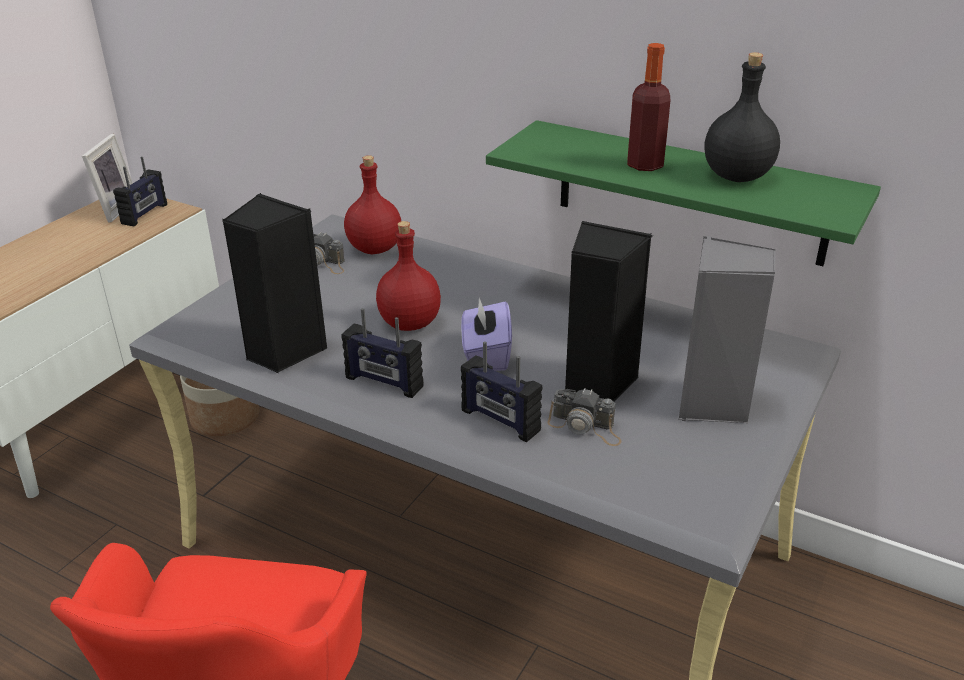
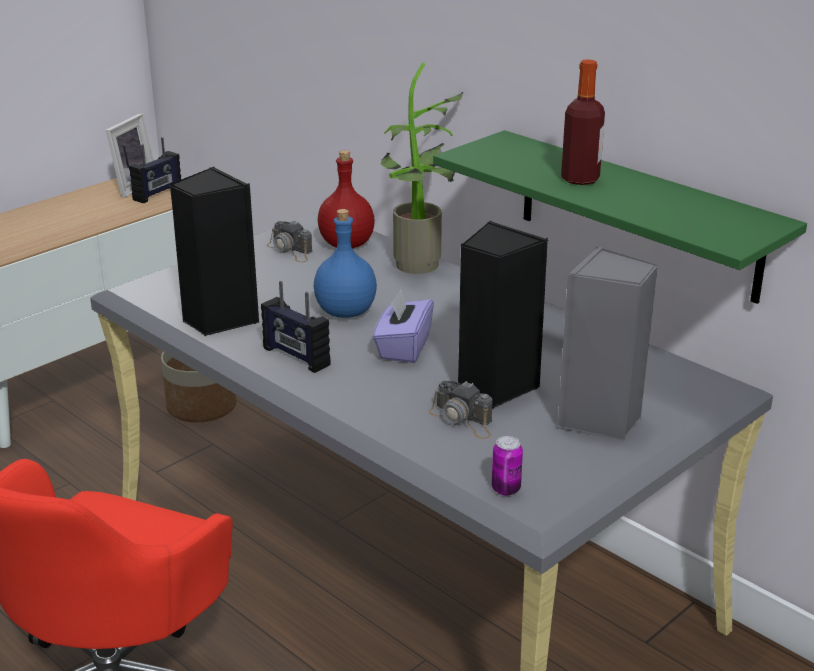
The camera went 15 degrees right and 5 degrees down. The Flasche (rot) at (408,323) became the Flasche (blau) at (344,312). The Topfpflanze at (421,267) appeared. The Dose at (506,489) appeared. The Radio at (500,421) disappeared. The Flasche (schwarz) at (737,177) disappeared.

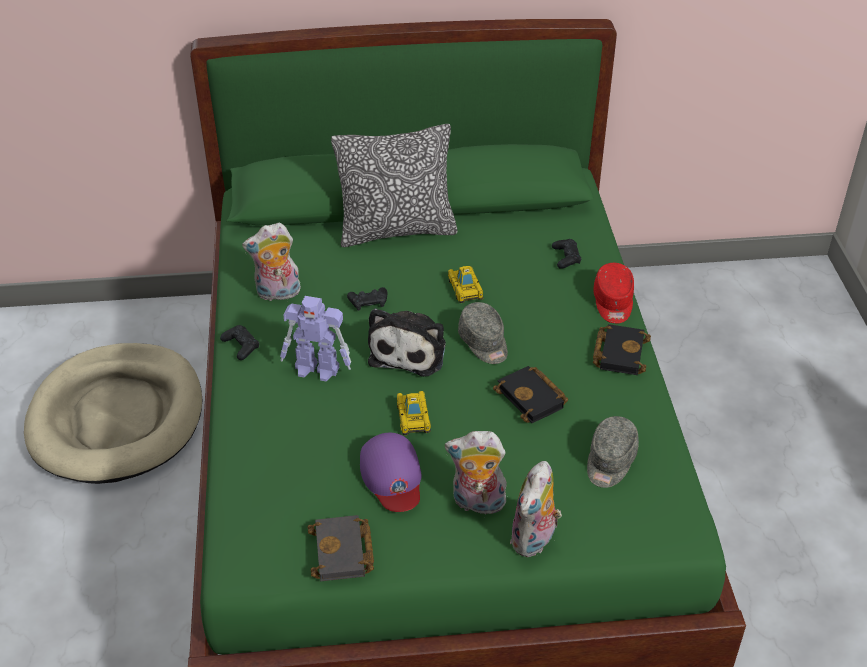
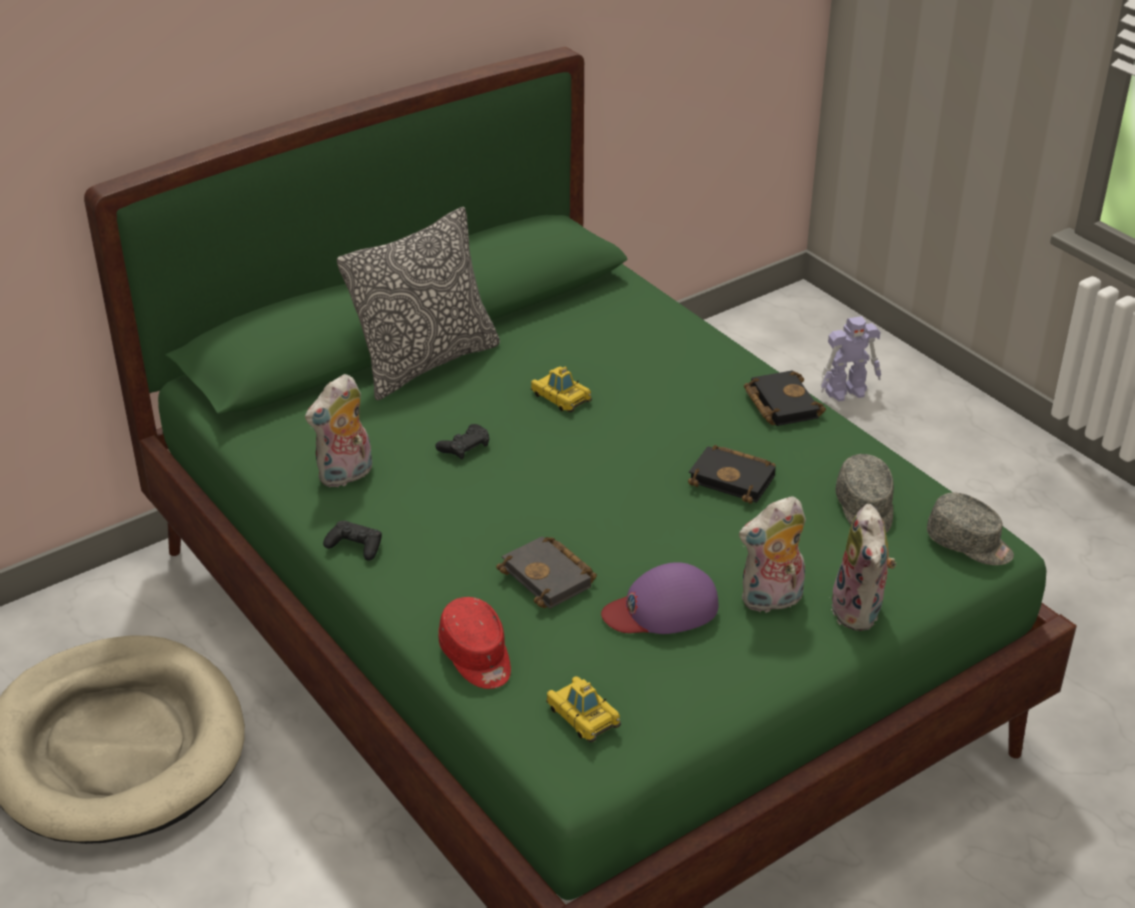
The camera went 30 degrees left and 5 degrees down. The Kappe (rot) moved from (613,303) to (477,657). The Buch (schwarz) moved from (343,553) to (550,578). The Spielzeugauto moved from (413,417) to (583,715). The Kappe (lila) at (392,476) turned 120 degrees clockwise. The Spielzeugroboter moved from (318,369) to (847,391). The Kappe (grau) moved from (484,343) to (969,544). The Plüschtier at (410,350) disappeared. The Gamepad (schwarz) at (566,257) disappeared.

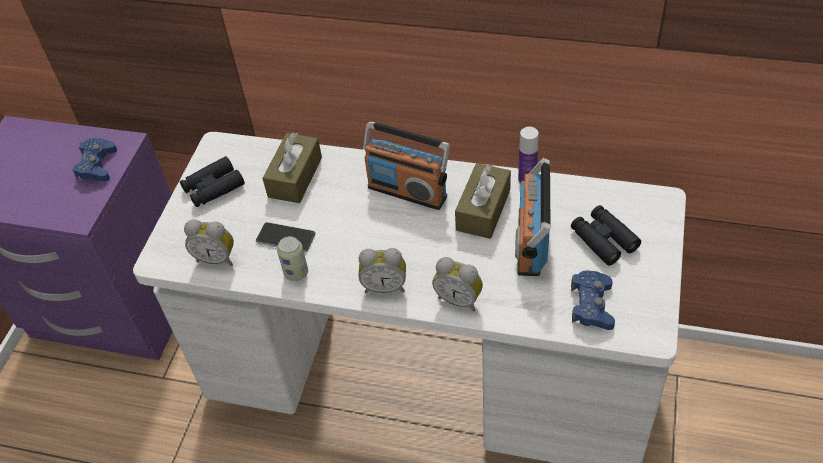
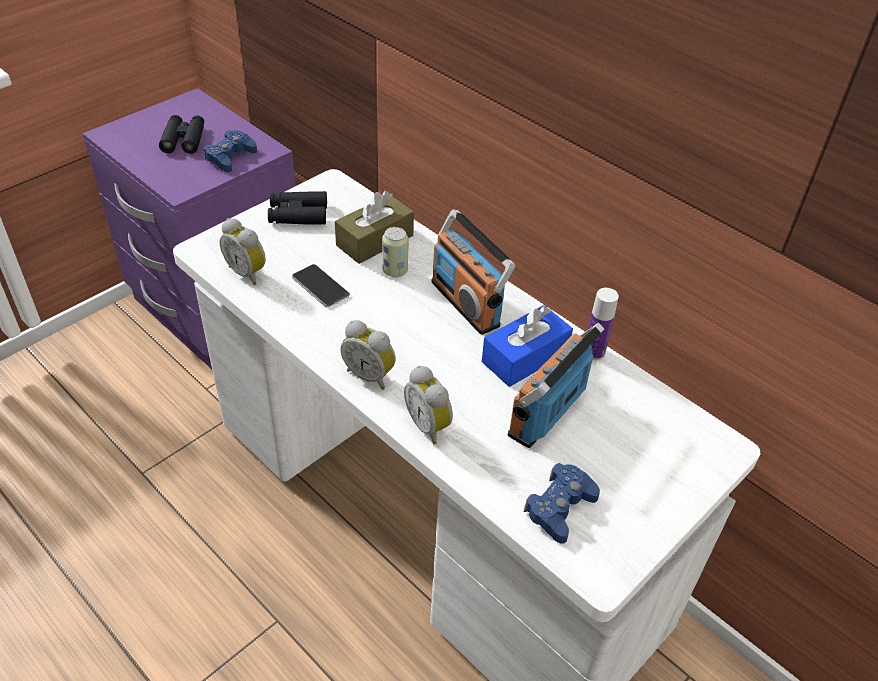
The camera went 25 degrees right and 5 degrees down. The Fernglas (schwarz) moved from (603,239) to (184,140). The Dose moved from (296,273) to (395,271). The Taschentuchbox (braun) at (483,210) became the Taschentuchbox (blau) at (525,357).

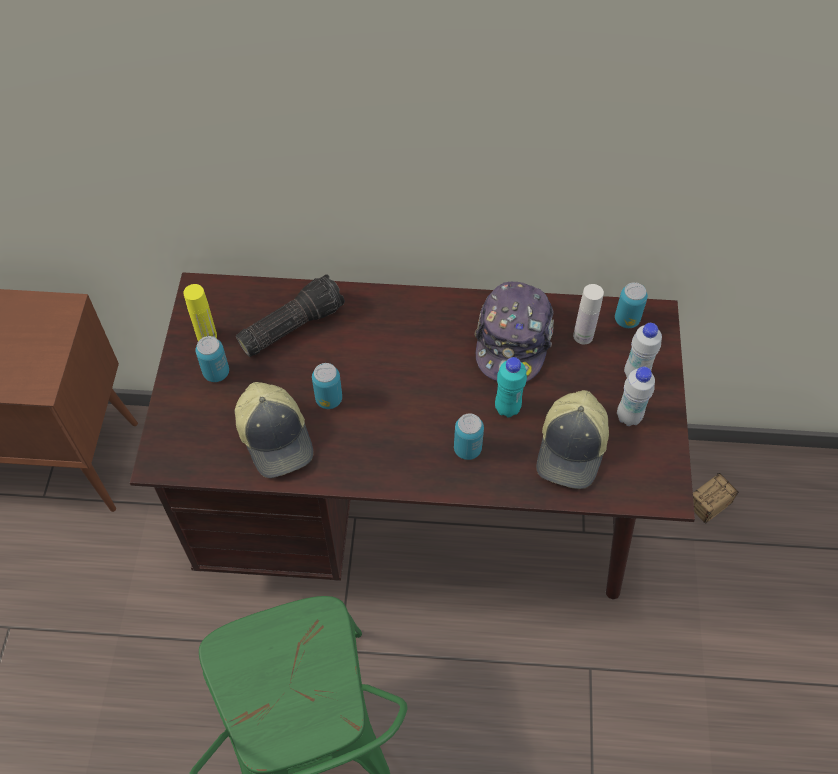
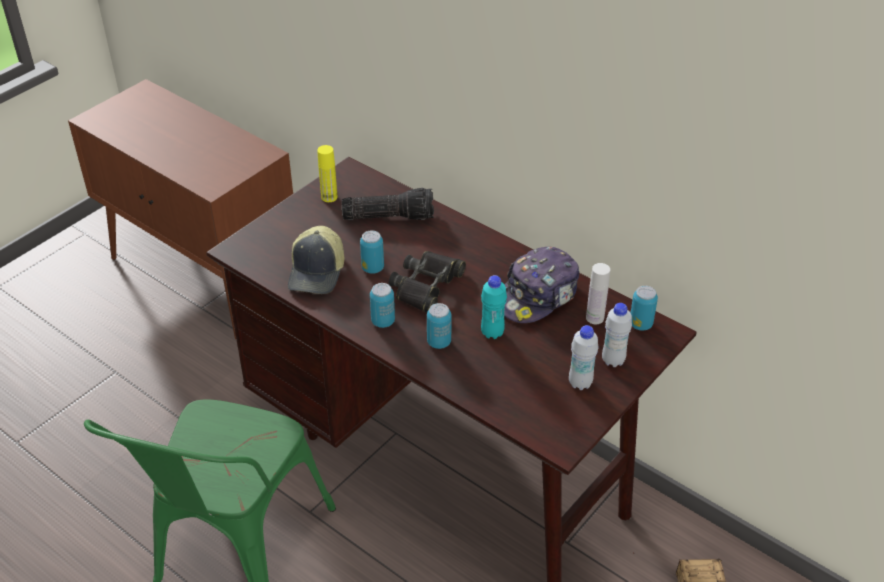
The camera went 35 degrees right and 15 degrees down. The Dose moved from (216,373) to (383,321). The Fernglas (schwarz) at (426,286) appeared. The Kappe at (572,449) disappeared.

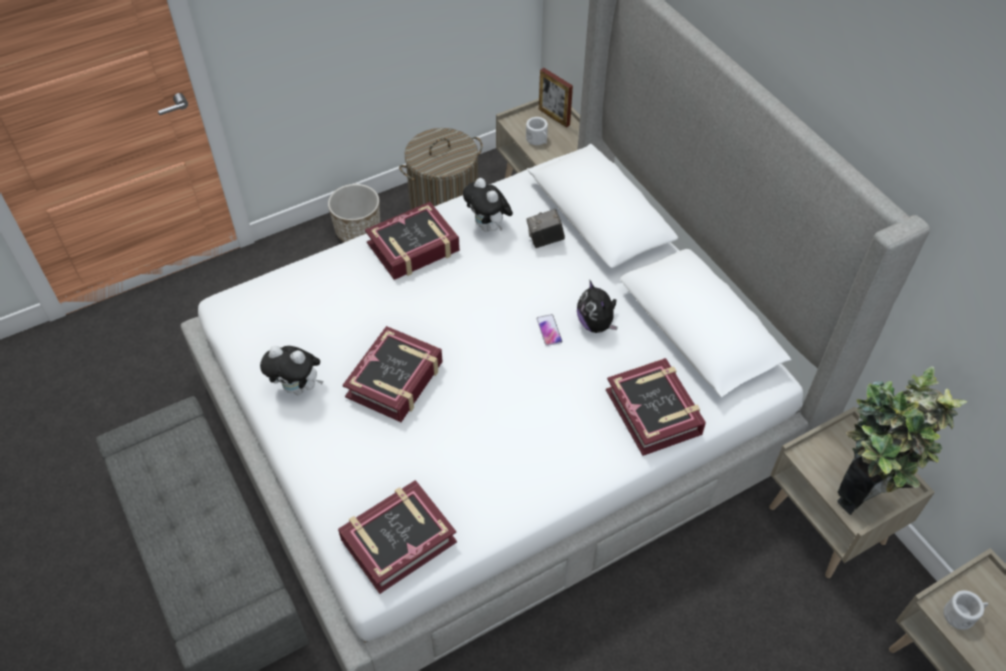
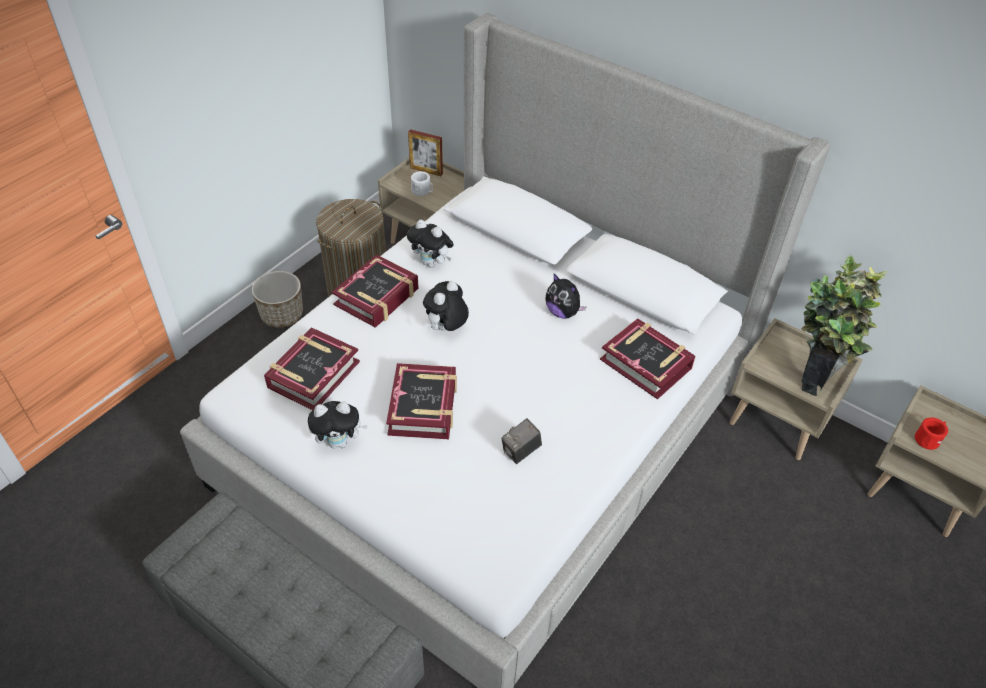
The camera went 25 degrees left and 5 degrees down. The Buch moved from (398,540) to (313,374). The Plüschtier at (446,329) appeared. The Kamera moved from (545,240) to (521,452). The Henkelbecher (weiß) at (962,615) became the Henkelbecher (rot) at (928,439). The Handy at (549,330) disappeared.

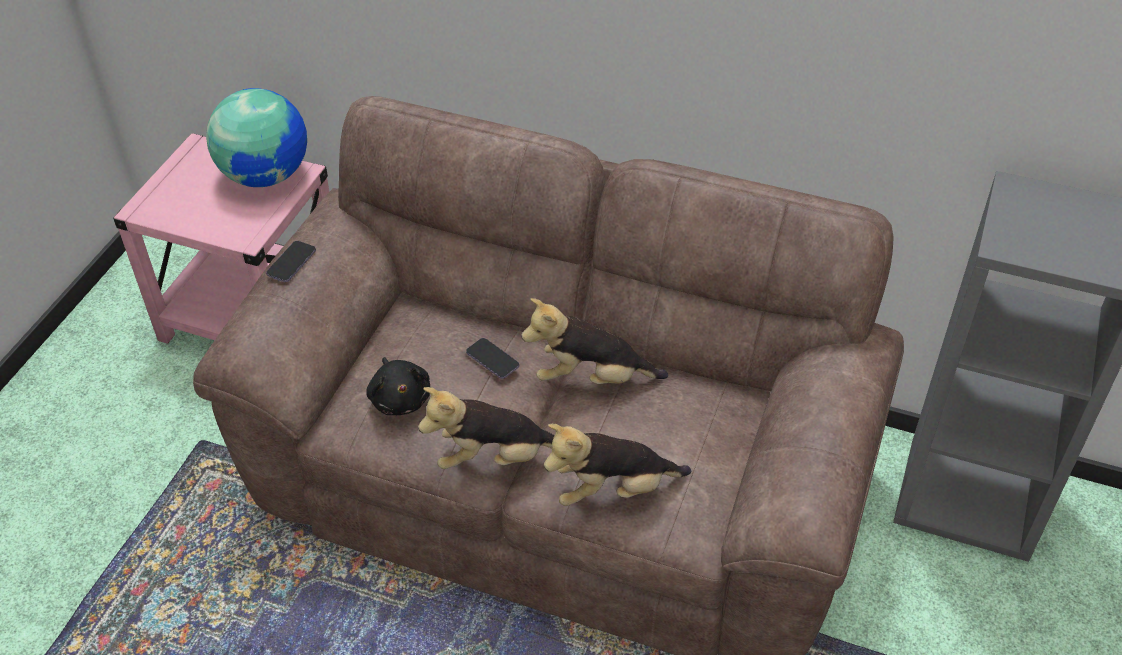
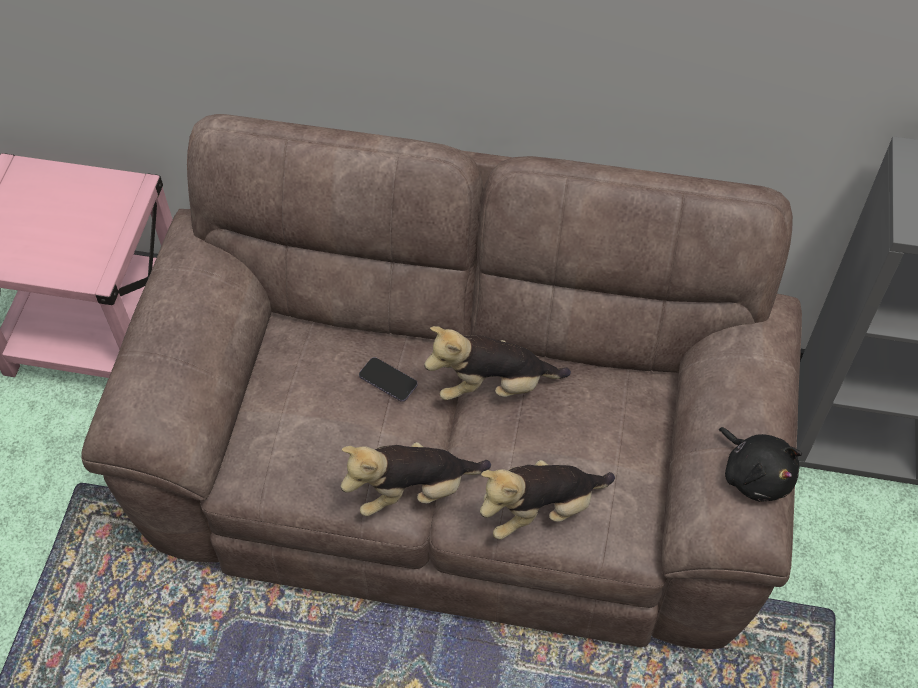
The camera went 10 degrees left and 10 degrees up. The Plüschtier (schwarz) moved from (400,398) to (755,474). The Globus at (266,175) disappeared. The Handy at (291,263) disappeared.

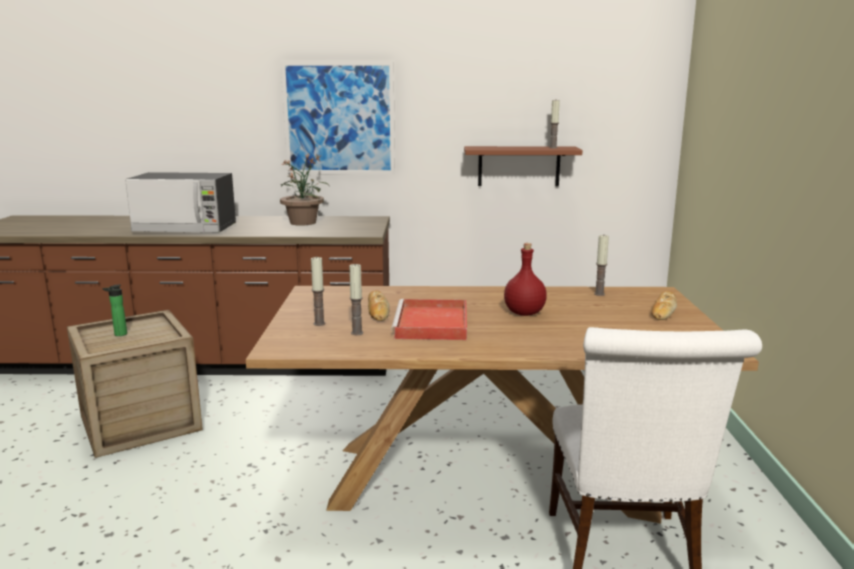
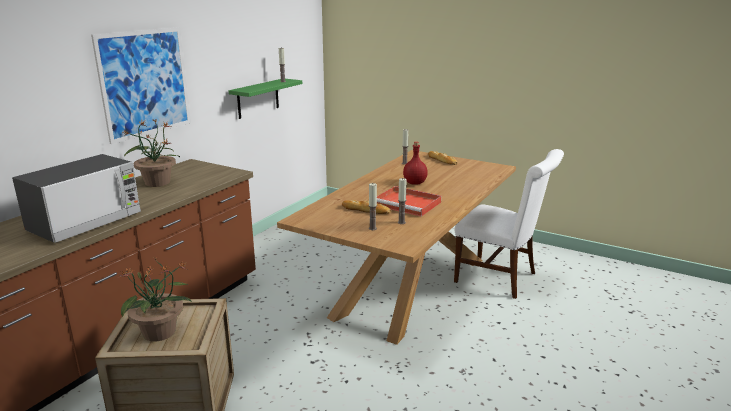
The camera went 60 degrees left and 5 degrees up. The Flasche at (118,334) was replaced by the Topfpflanze at (160,332). The Wandregal (braun) at (519,166) became the Wandregal (grün) at (258,98).

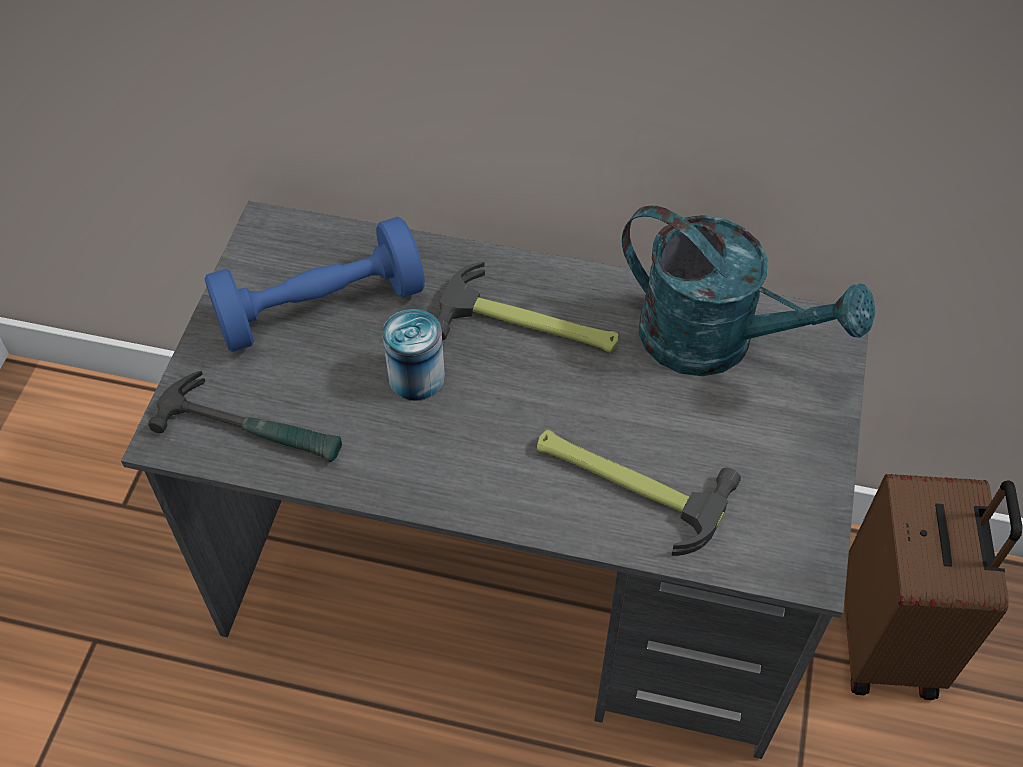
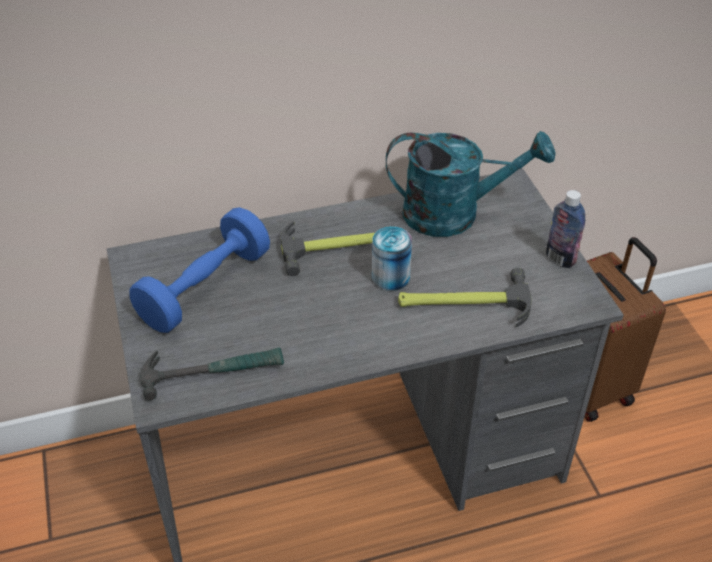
The camera went 30 degrees left and 10 degrees down. The Dose moved from (416,377) to (390,277). The Flasche at (560,259) appeared.

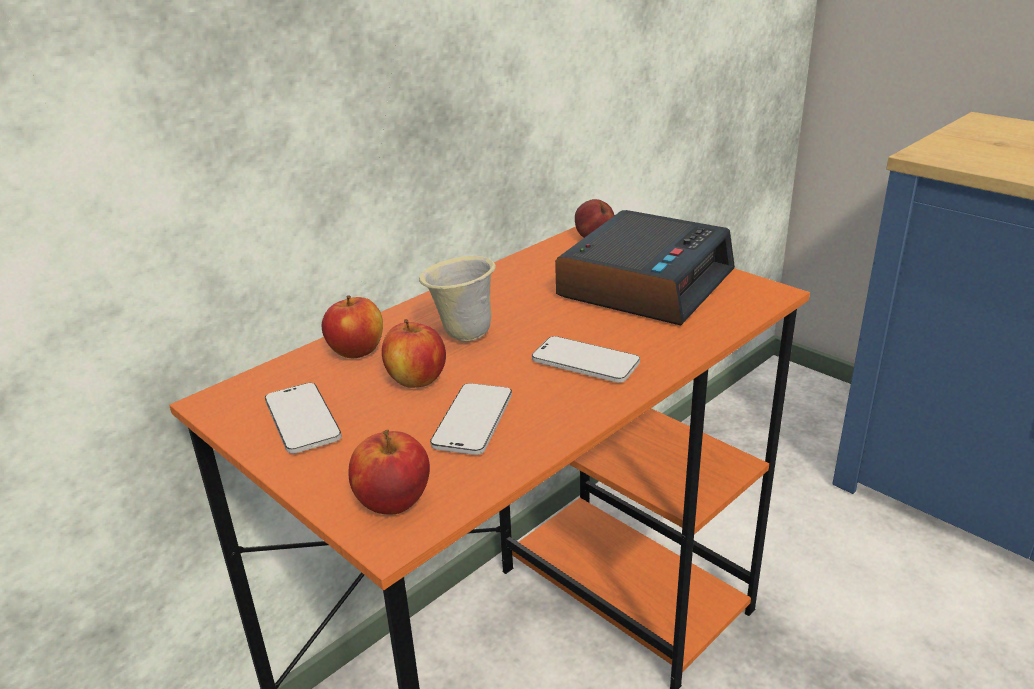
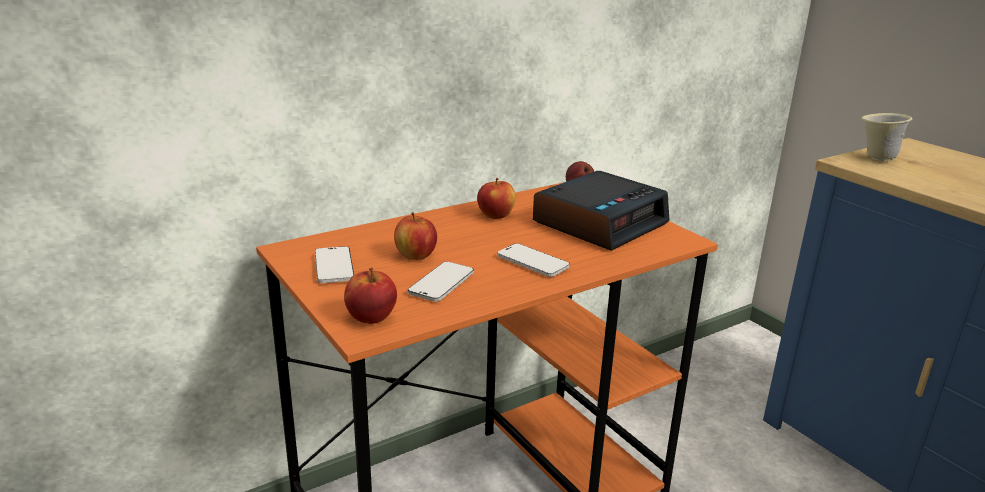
The camera went 10 degrees right and 5 degrees down. The Apfel moved from (357,351) to (496,216). The Henkelbecher (beige) moved from (462,334) to (876,158).

